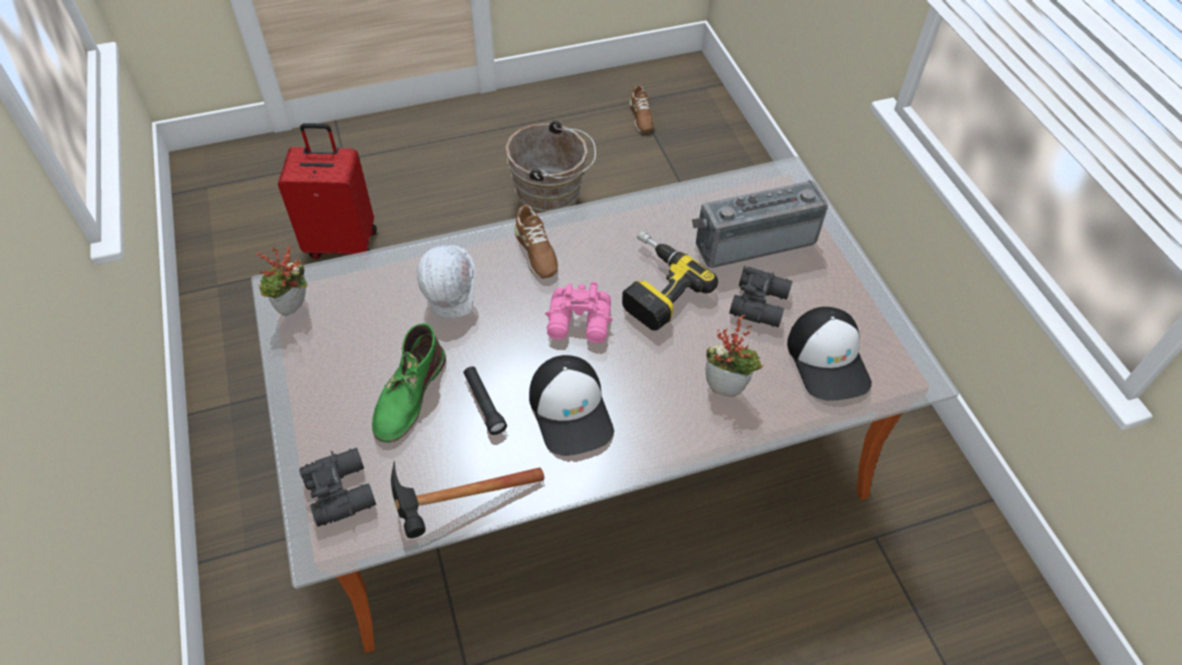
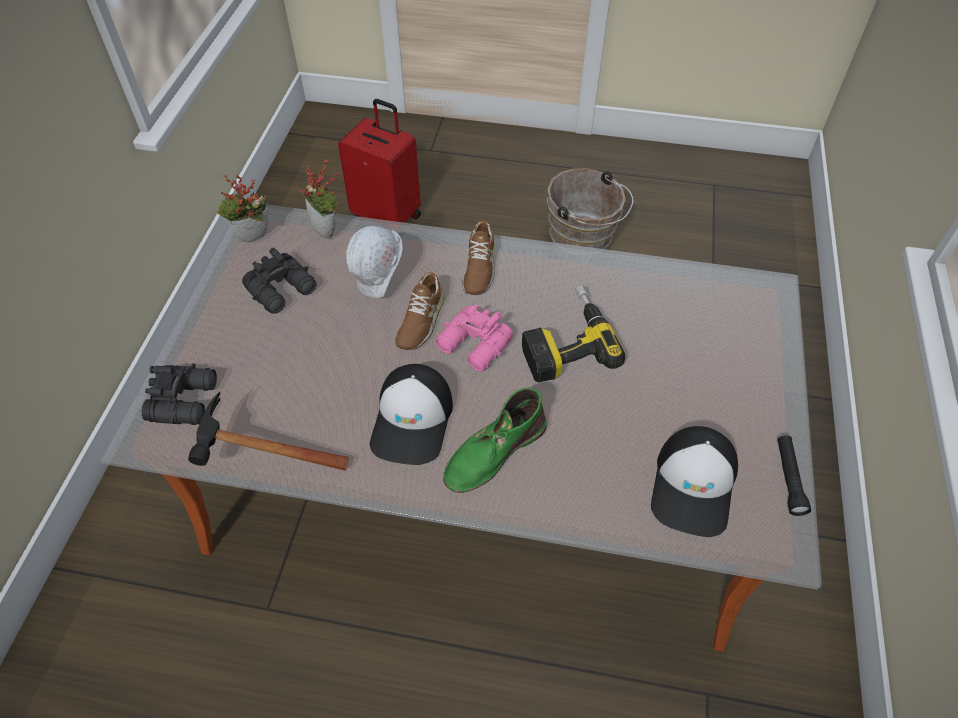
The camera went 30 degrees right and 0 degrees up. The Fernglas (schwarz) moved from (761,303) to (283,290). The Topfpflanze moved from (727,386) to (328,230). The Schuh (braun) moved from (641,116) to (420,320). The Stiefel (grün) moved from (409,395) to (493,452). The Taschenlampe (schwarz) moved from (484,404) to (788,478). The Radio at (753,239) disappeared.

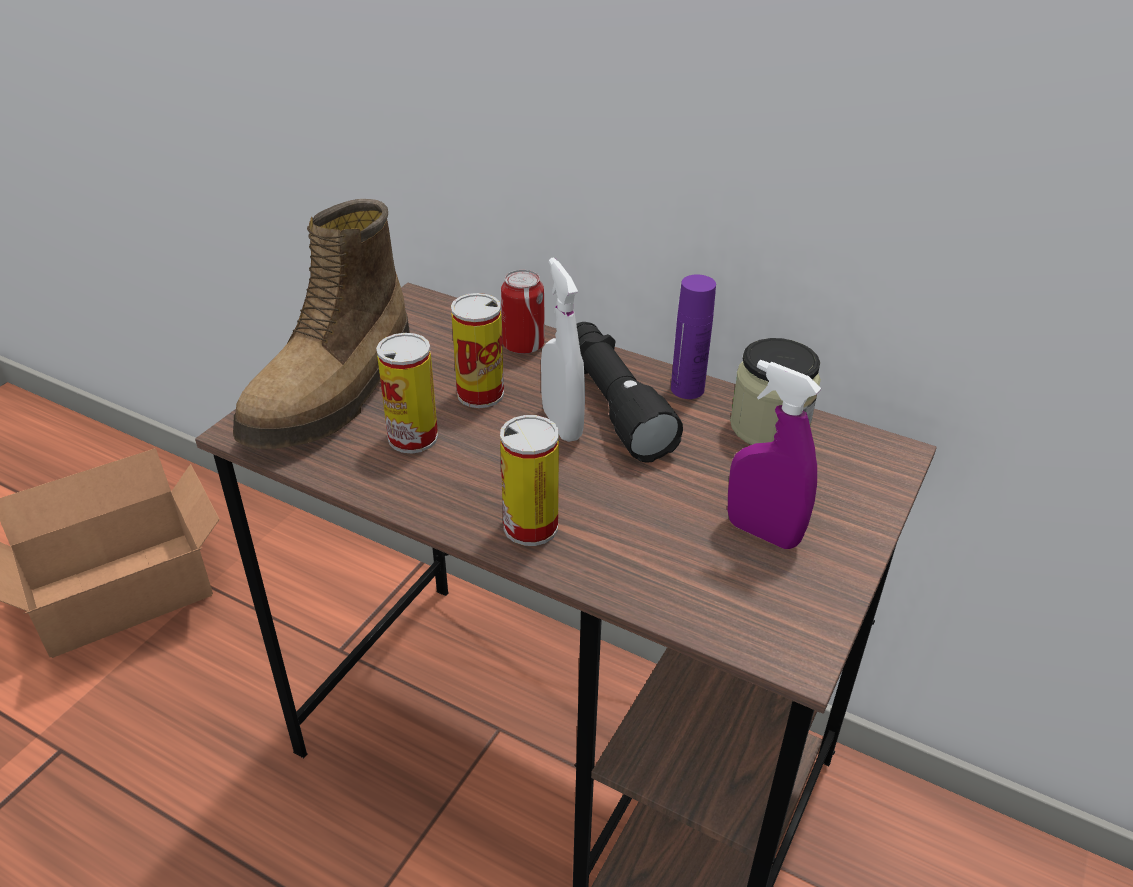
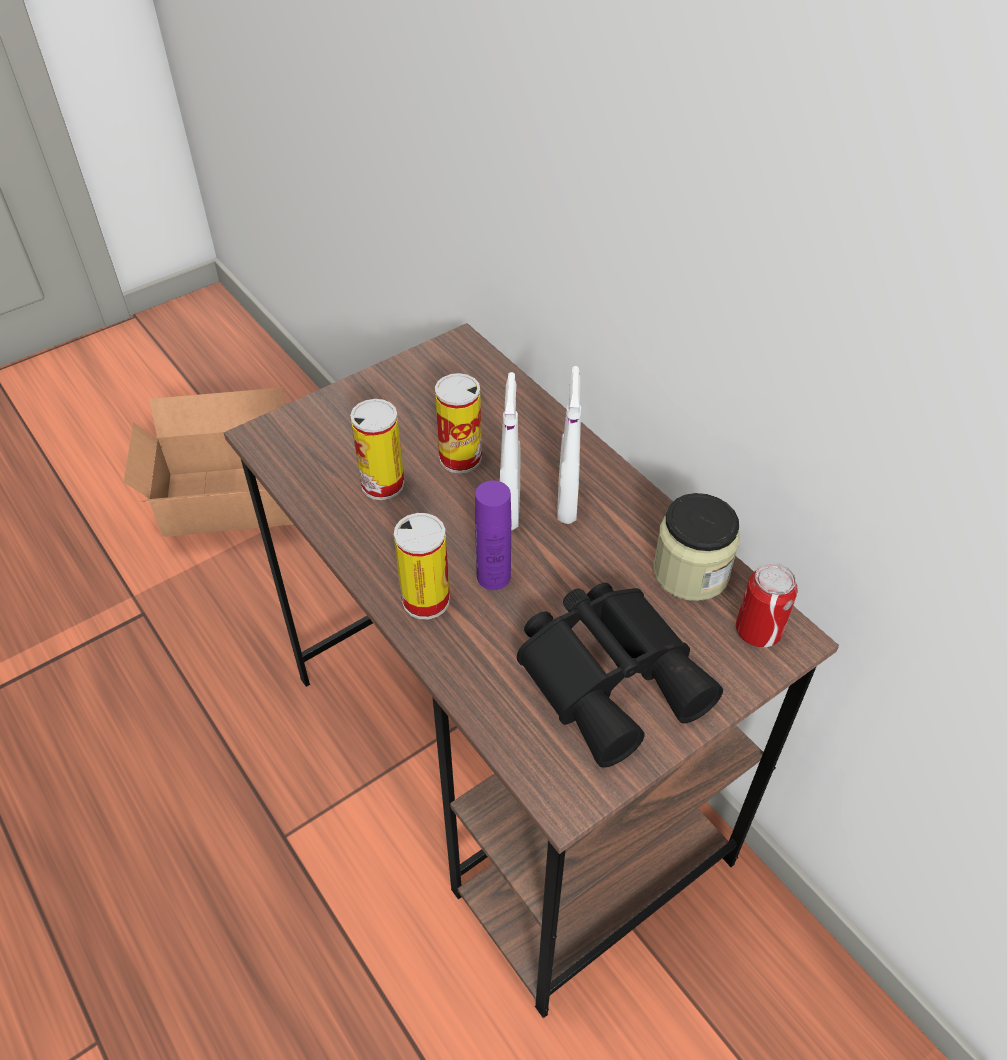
The camera went 25 degrees right and 10 degrees up. The Flasche (lila) moved from (687,389) to (493,577). The Sprühflasche (lila) at (762,532) was replaced by the Fernglas (schwarz) at (612,674). The Taschenlampe (schwarz) at (614,404) was replaced by the Sprühflasche (weiß) at (567,504). The Dose moved from (523,345) to (758,631). The Stiefel at (335,393) disappeared.

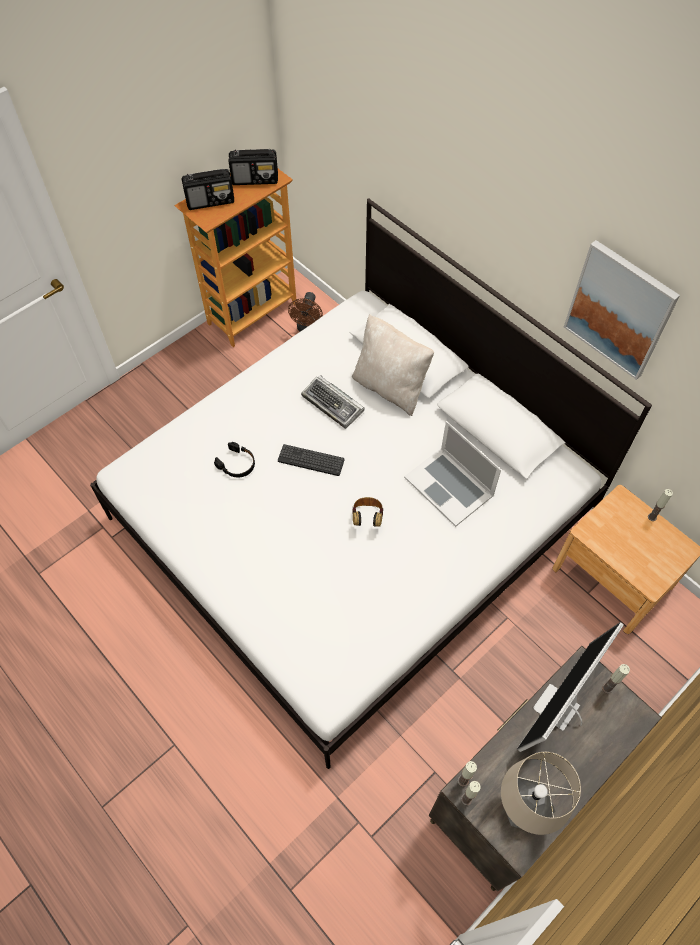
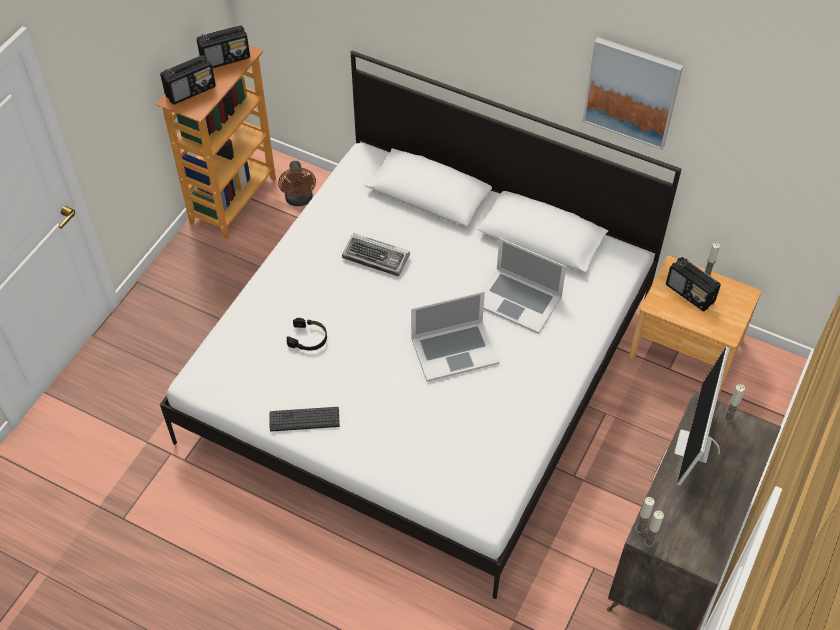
The camera went 20 degrees left and 5 degrees down. The Tastatur moved from (311,460) to (304,419). The Kopfhörer at (367,517) was replaced by the Laptop at (454,350). The Radio at (690,294) appeared. The Kissen (beige) at (390,387) disappeared. The Tischlampe at (523,807) disappeared.

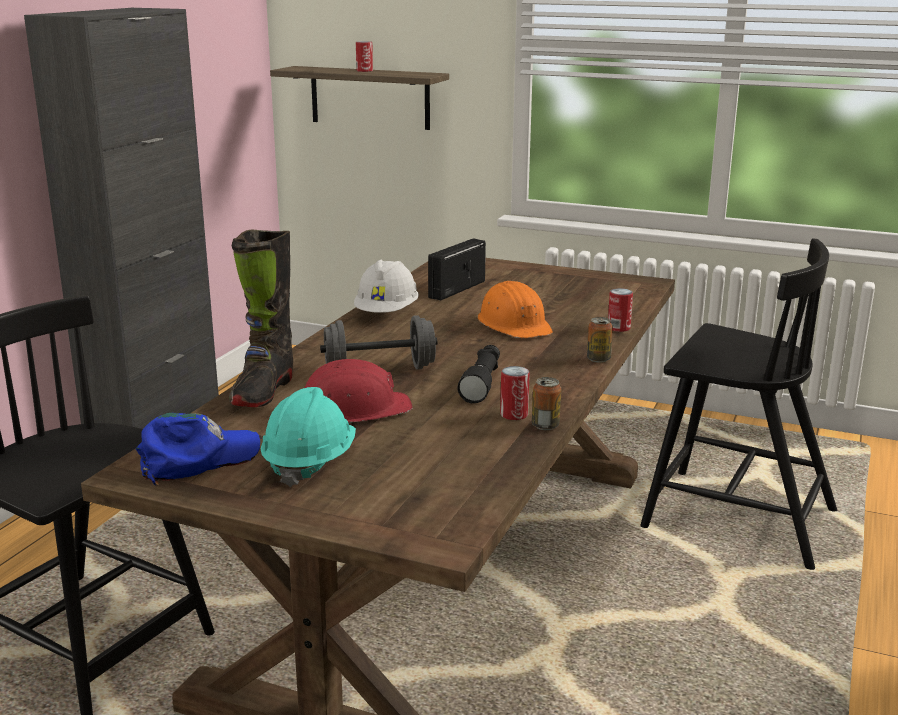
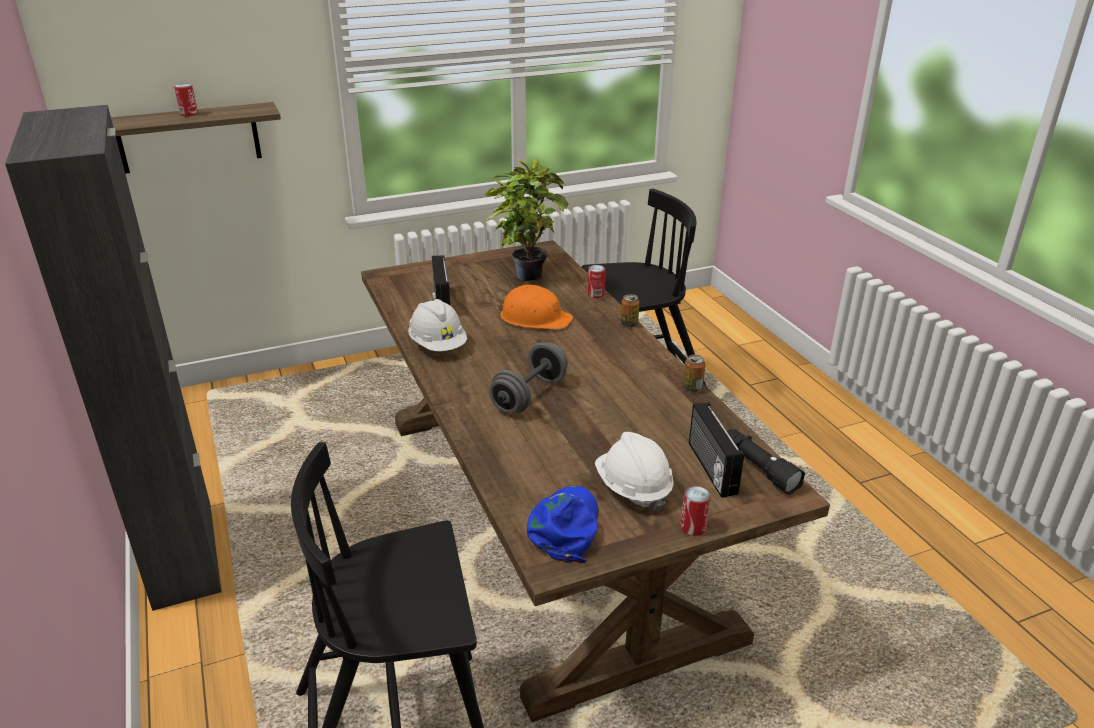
The camera went 45 degrees left and 10 degrees up. The Topfpflanze at (526,273) appeared. The Schutzhelm (türkis) at (309,463) became the Schutzhelm (weiß) at (633,488). The Dose moved from (514,414) to (693,527). The Radio at (710,468) appeared. The Taschenlampe (schwarz) moved from (482,383) to (758,468). The Stiefel (schwarz) at (263,391) disappeared. The Schutzhelm (rot) at (353,409) disappeared.

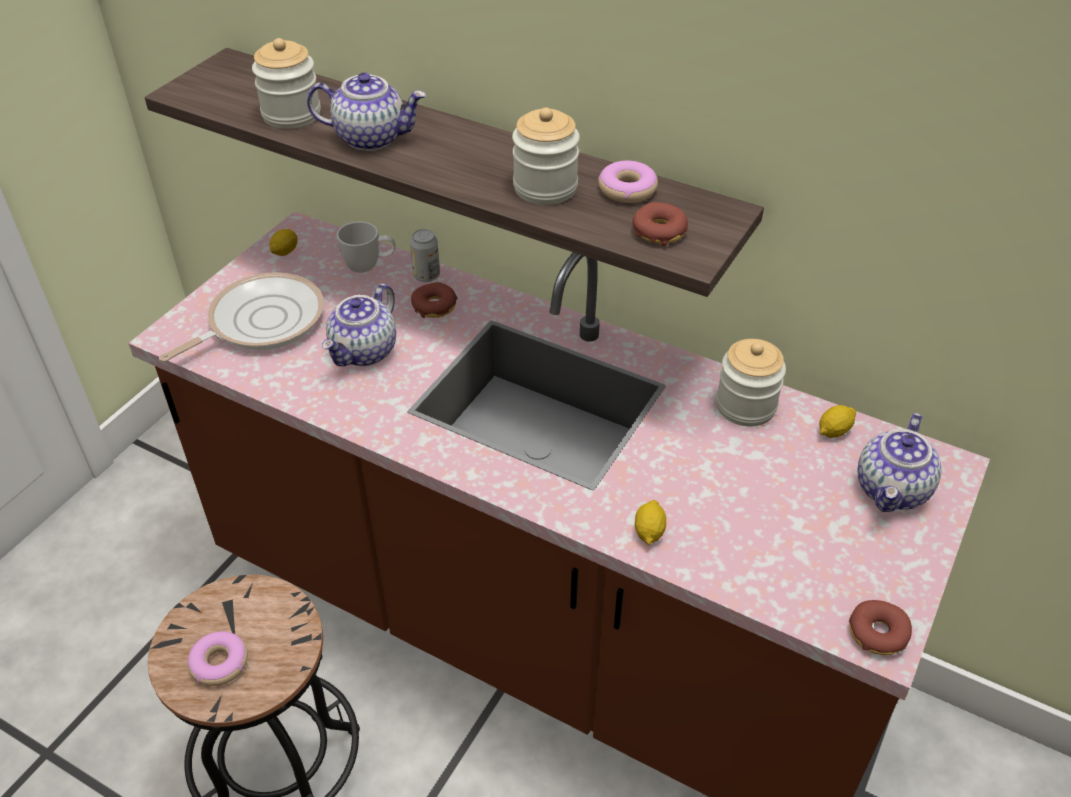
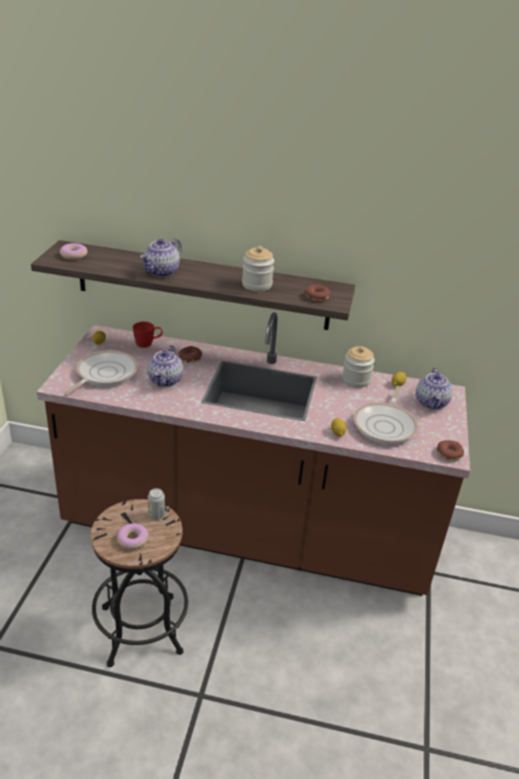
The camera went 20 degrees left and 10 degrees down. The Donut moved from (627,190) to (74,255). The Henkelbecher (weiß) at (370,266) became the Henkelbecher (rot) at (148,344). The Teekanne at (371,138) turned 135 degrees clockwise. The Dose moved from (426,276) to (156,515). The Pfanne at (386,425) appeared. The Vorratsglas at (291,115) disappeared.

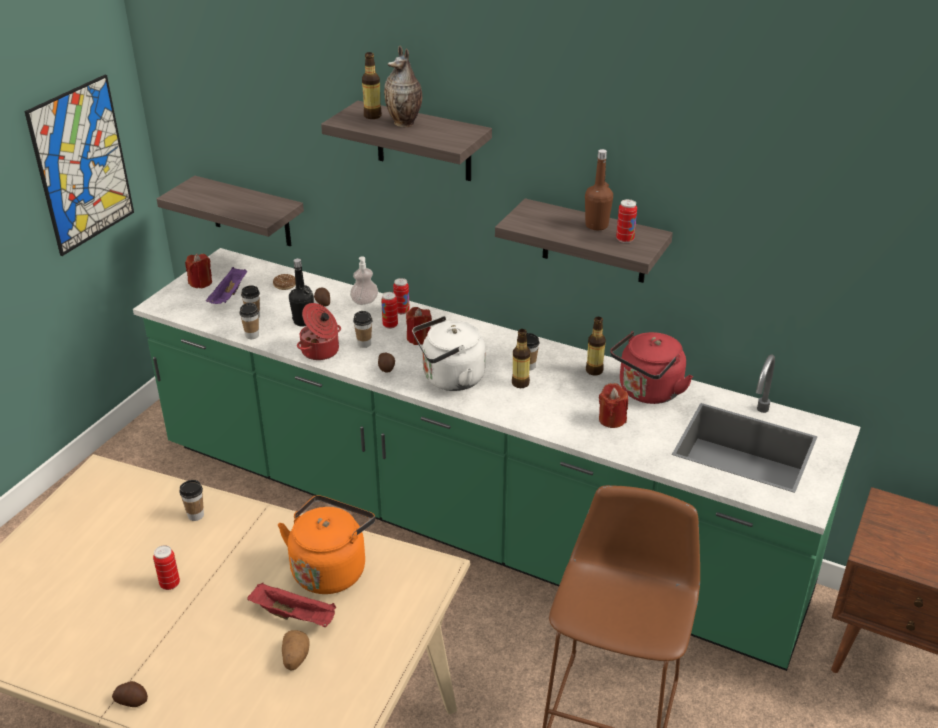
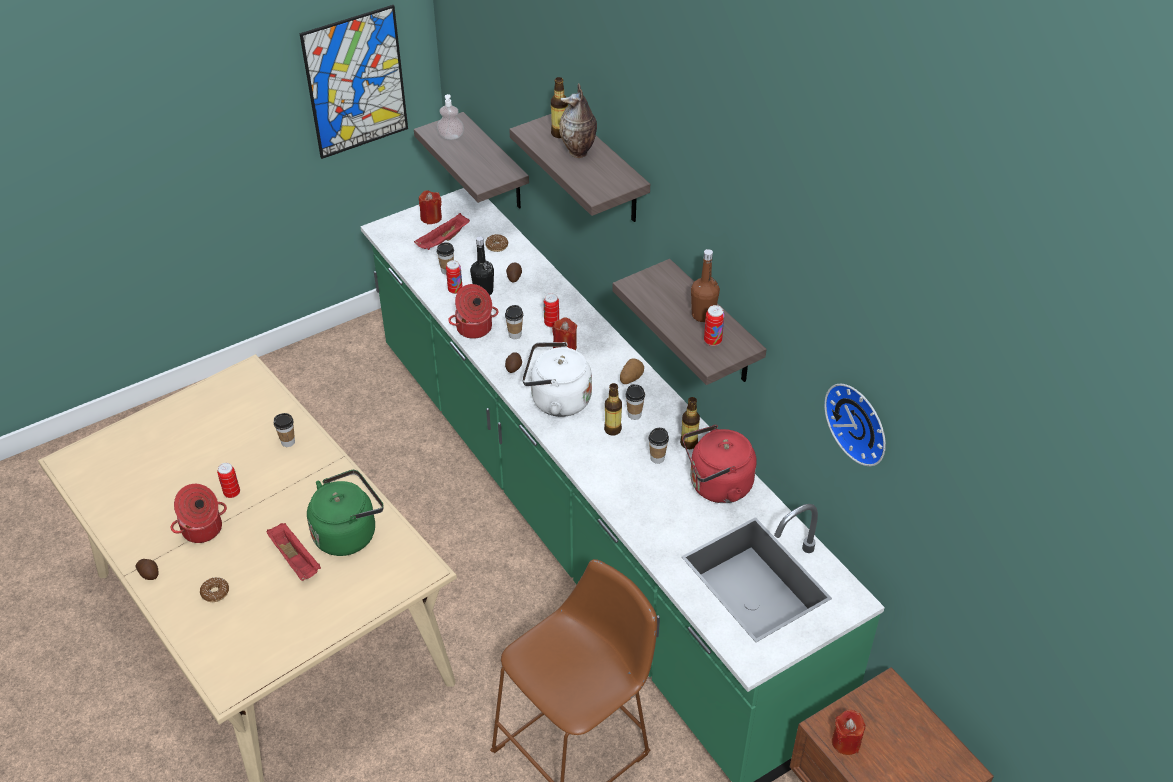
The camera went 30 degrees right and 10 degrees up. The Kochtopf at (202,529) appeared. The Donut at (215,592) appeared. The Wasserkessel (orange) at (330,569) became the Wasserkessel (grün) at (348,533). The Tablett (lila) at (229,296) became the Tablett (rot) at (443,241). The Seifenspender moved from (364,301) to (451,136). The Dose moved from (402,311) to (455,290). The Kartoffel moved from (295,658) to (630,378). The Tasse moved from (252,335) to (657,458). The Wanduhr at (860,422) appeared. The Kerze (rot) moved from (612,419) to (846,742).

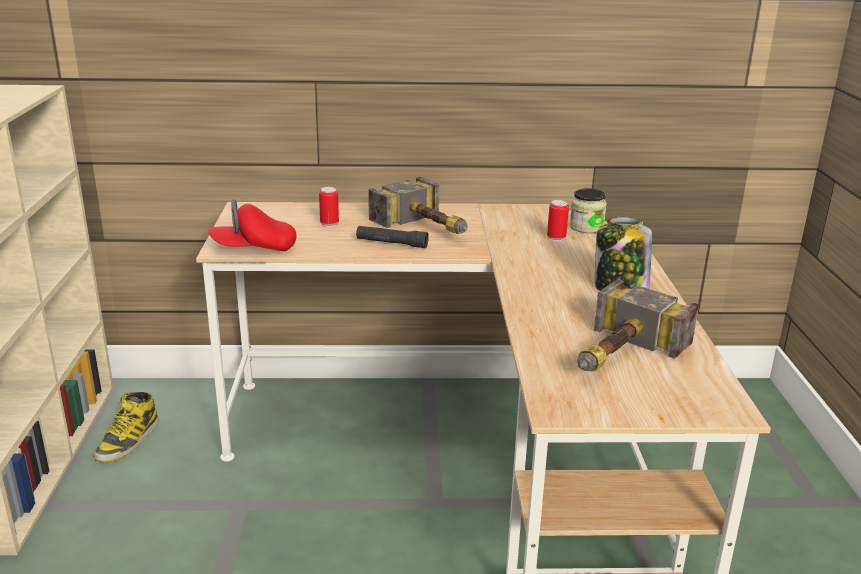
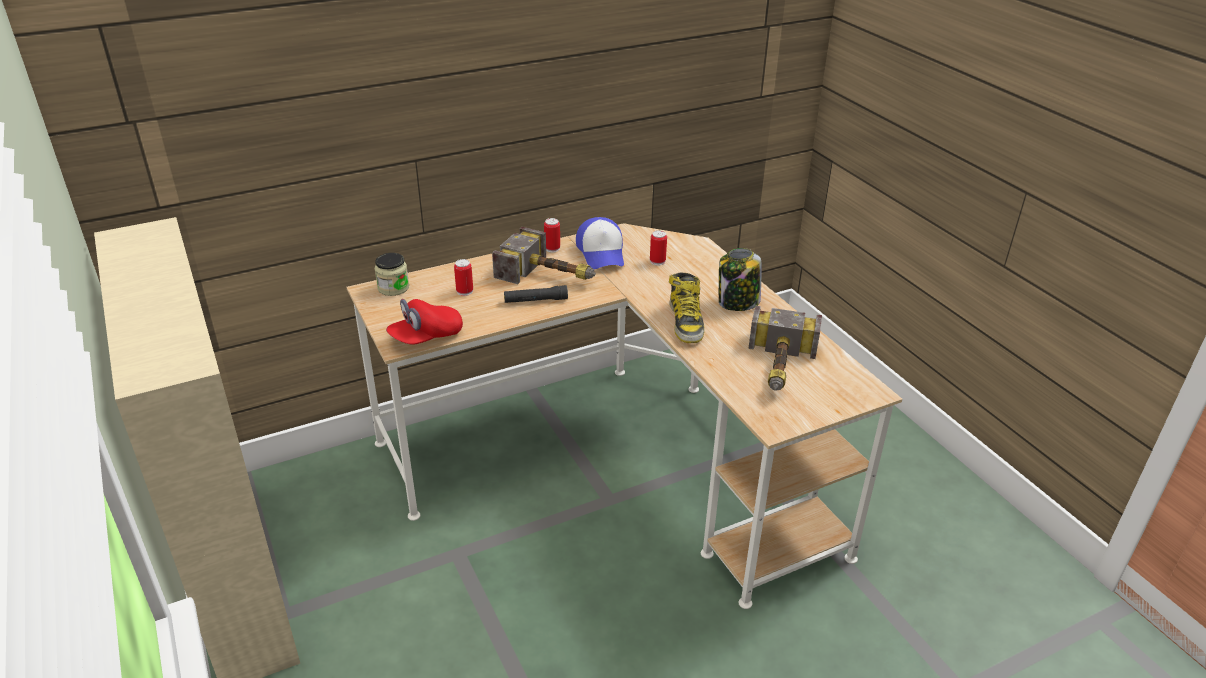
The camera went 25 degrees left and 10 degrees up. The Vorratsglas moved from (586,227) to (393,288). The Dose at (552,248) appeared. The Kappe at (602,253) appeared. The Stiefel moved from (128,441) to (686,322).

